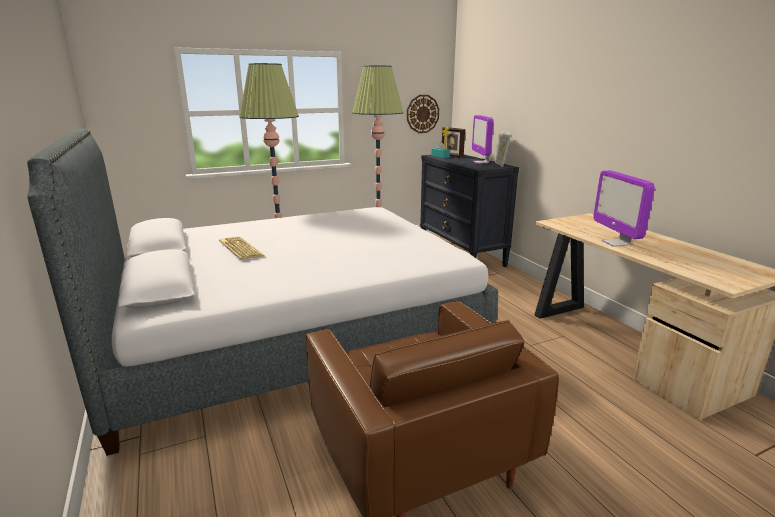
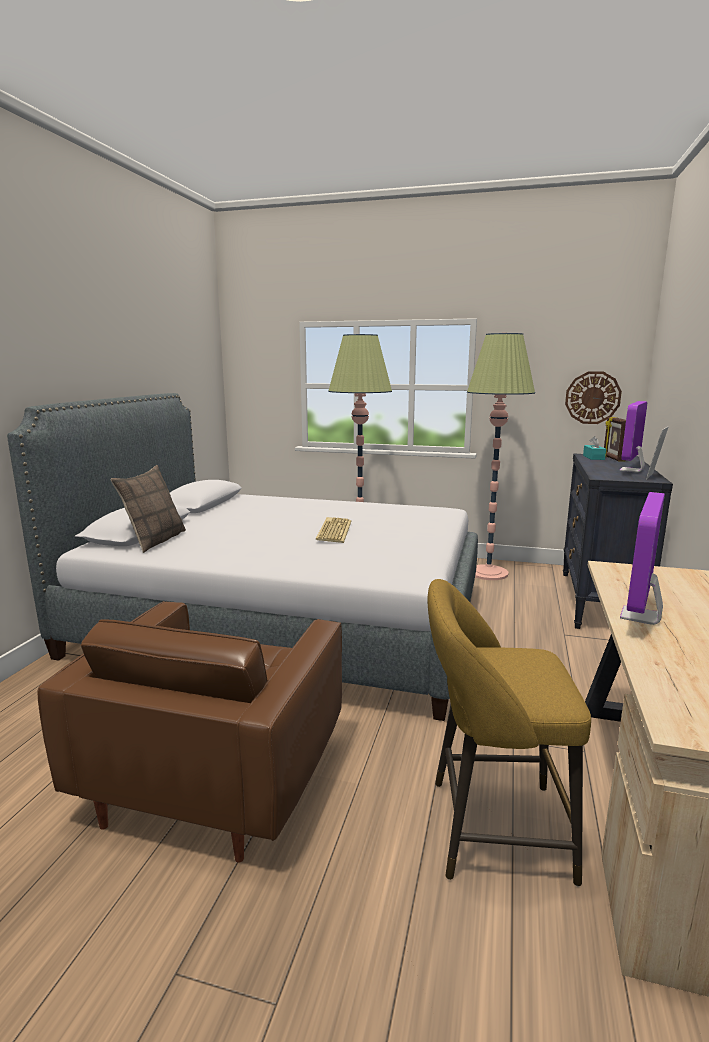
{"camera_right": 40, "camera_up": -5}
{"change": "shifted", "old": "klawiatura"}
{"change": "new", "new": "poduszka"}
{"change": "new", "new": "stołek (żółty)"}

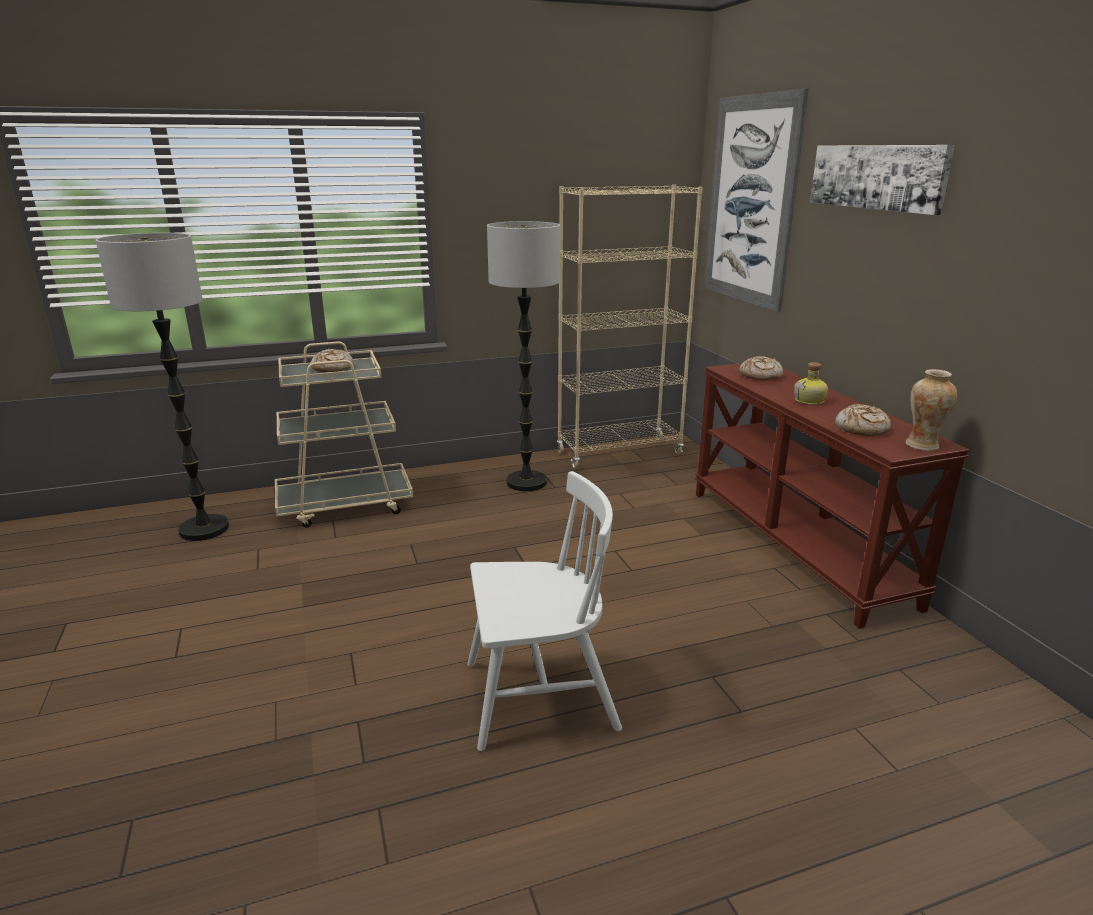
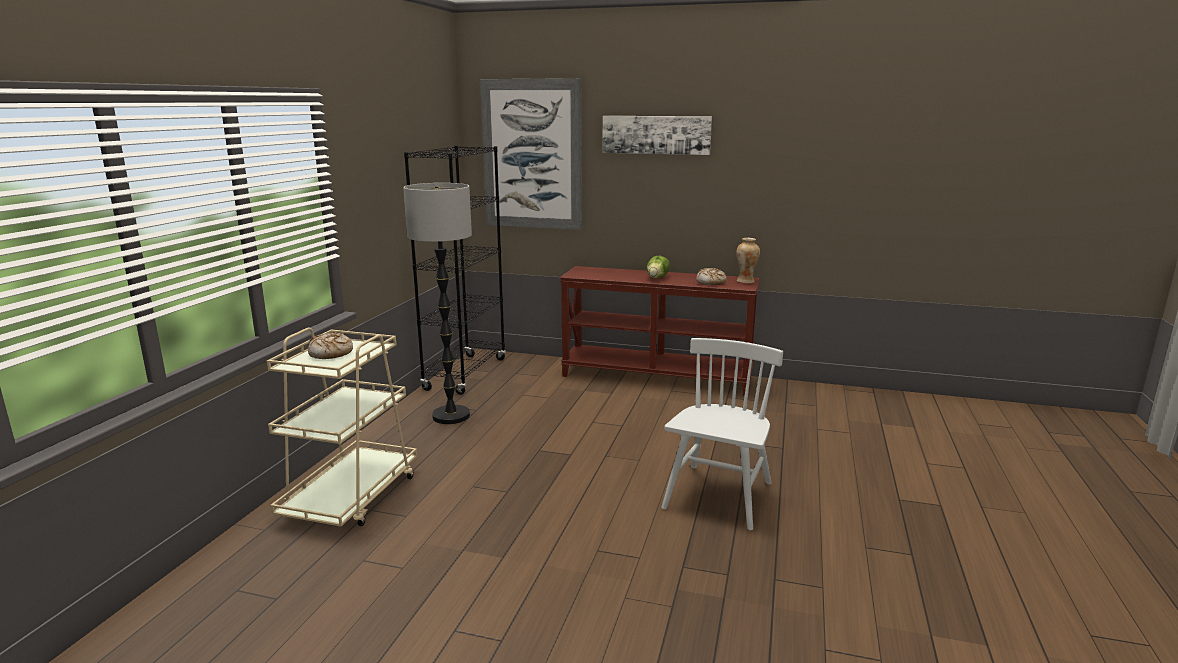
{"camera_right": -55, "camera_up": -5}
{"change": "gone", "old": "lampa stojąca (no. 1 from left)"}
{"change": "repainted", "old": "regał (beżowy)", "new": "regał (czarny)"}
{"change": "gone", "old": "chleb (no. 2 from left)"}
{"change": "swapped", "old": "butelka", "new": "sałata"}

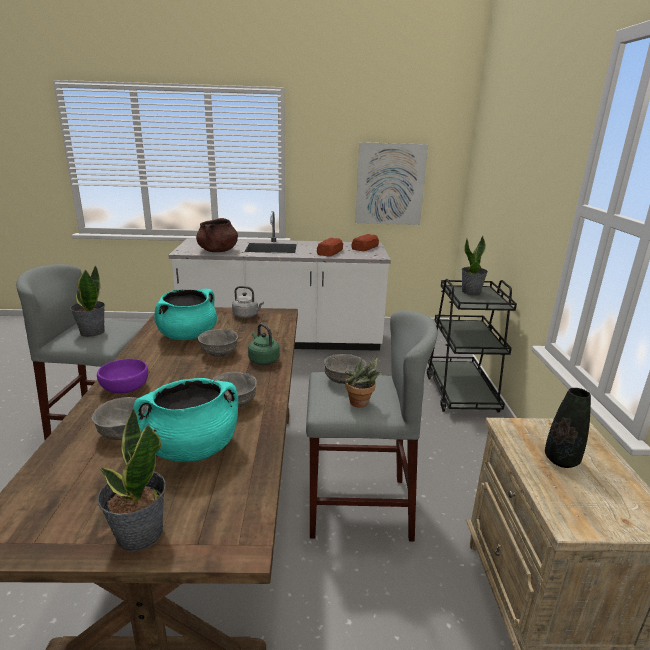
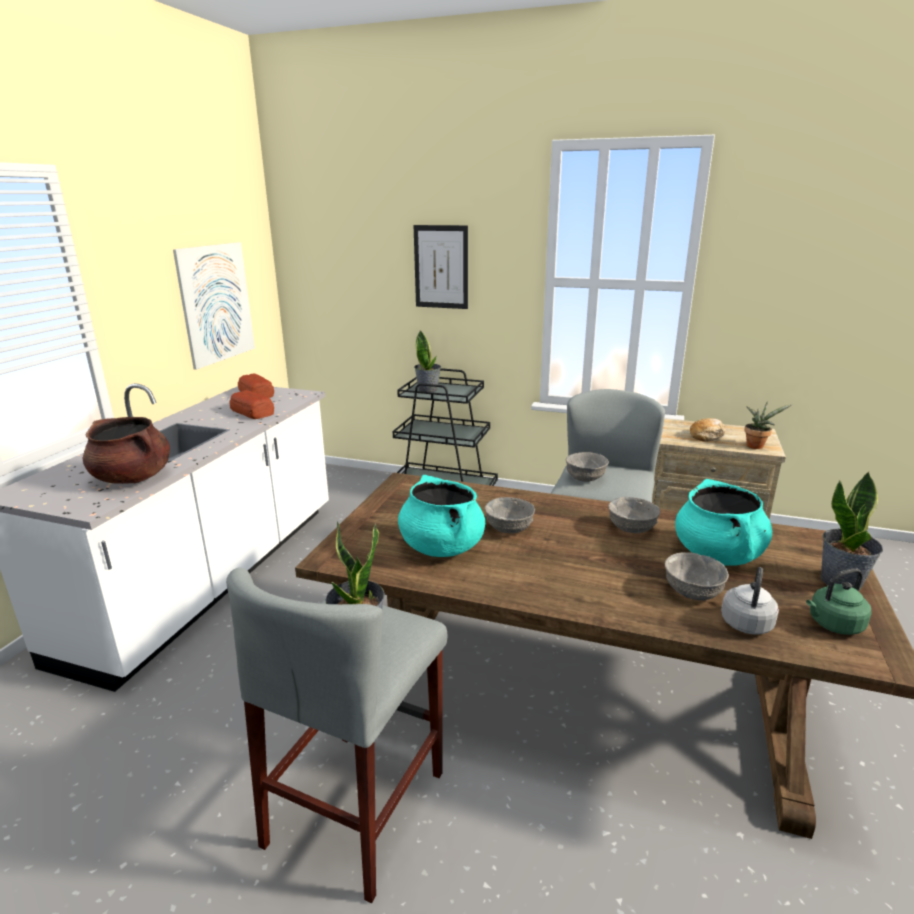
{"camera_right": -70, "camera_up": 0}
{"change": "gone", "old": "miska (fioletowy)"}
{"change": "shifted", "old": "czajnik (szary)"}
{"change": "shifted", "old": "czajnik (zielony)"}
{"change": "shifted", "old": "roślina doniczkowa (no. 3 from left)"}
{"change": "swapped", "old": "wazon (czarny)", "new": "chleb (no. 3 from left)"}
{"change": "new", "new": "obraz (no. 2 from left)"}

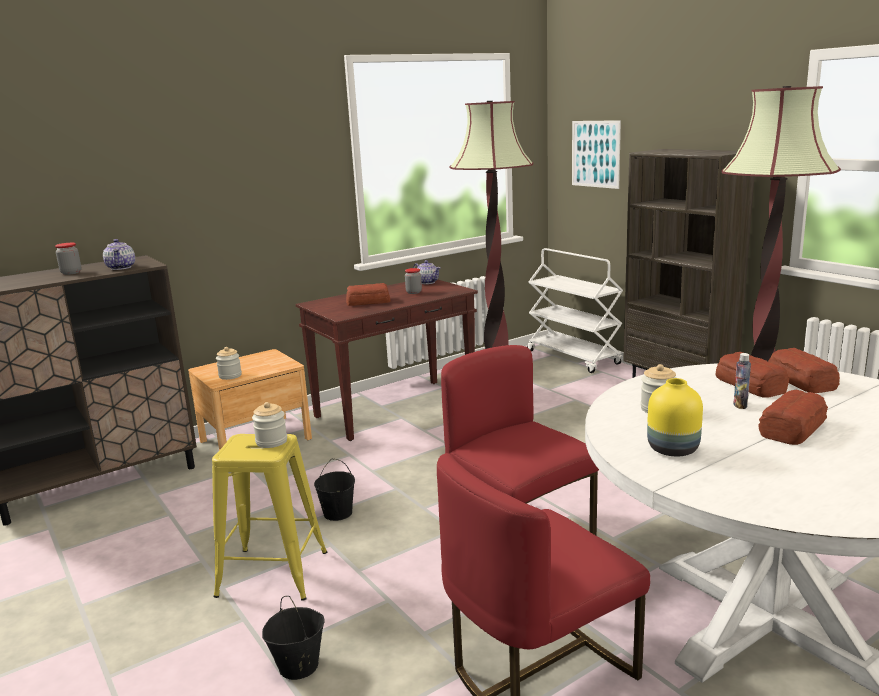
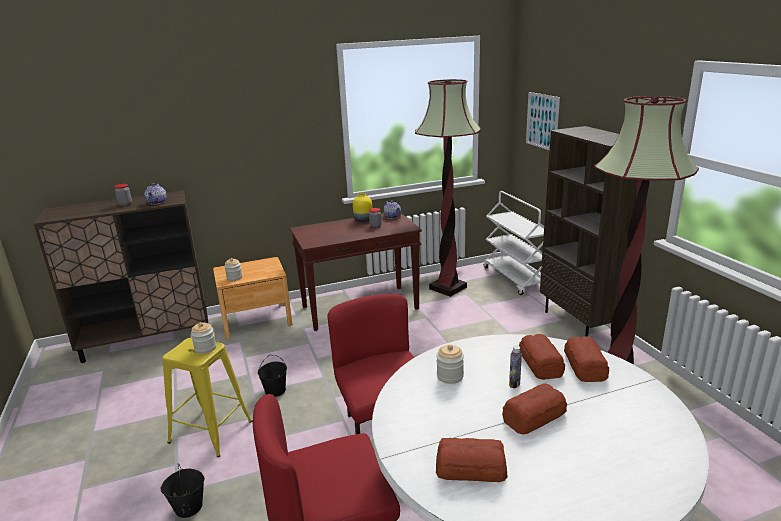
{"camera_right": 15, "camera_up": 5}
{"change": "shifted", "old": "chleb (no. 1 from left)"}
{"change": "shifted", "old": "wazon (żółty)"}

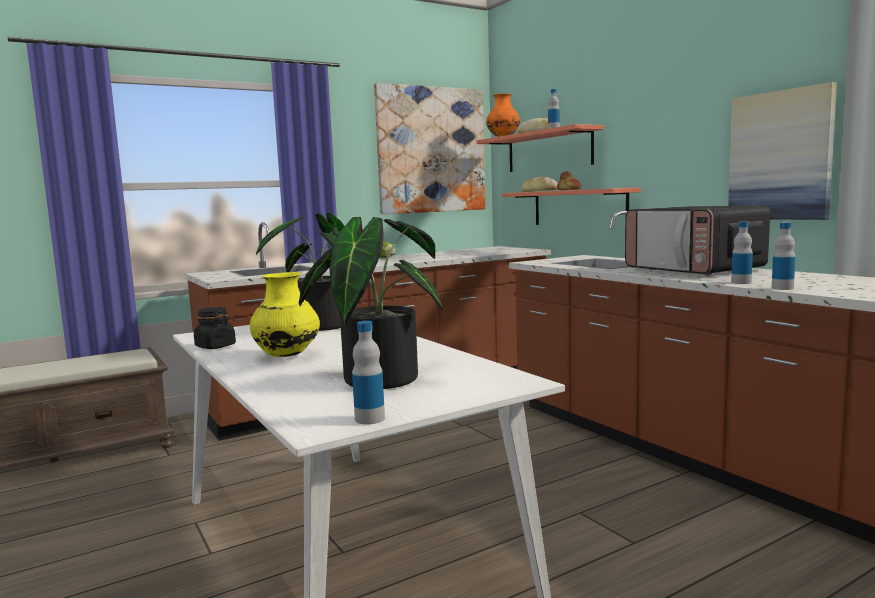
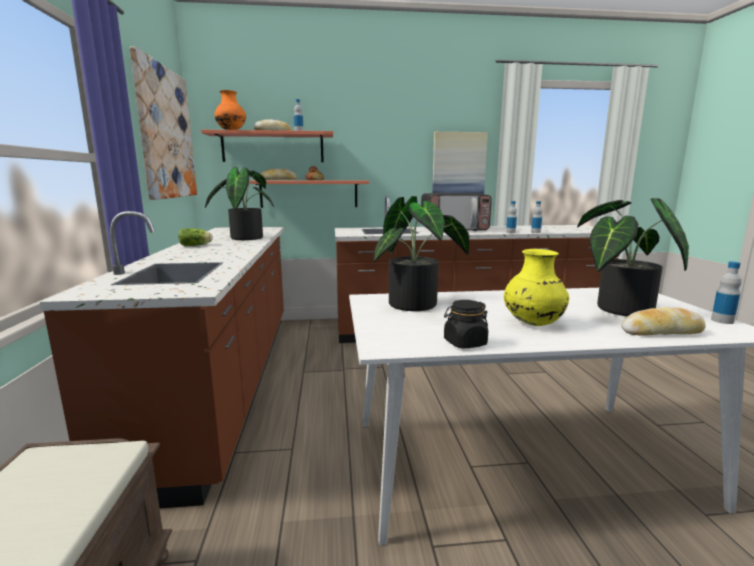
{"camera_right": -65, "camera_up": 5}
{"change": "new", "new": "roślina doniczkowa (no. 1 from left)"}
{"change": "new", "new": "chleb (no. 4 from left)"}

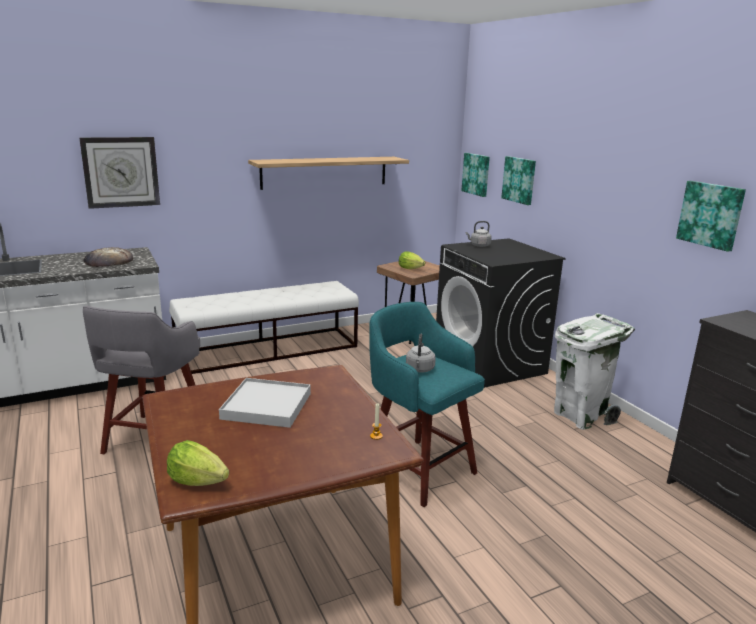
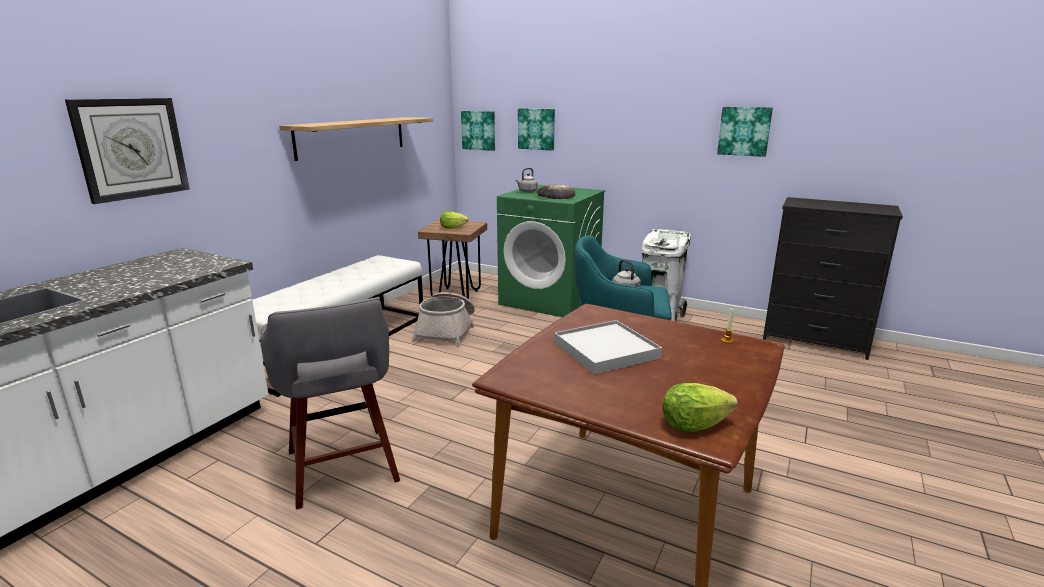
{"camera_right": -35, "camera_up": 0}
{"change": "shifted", "old": "chleb"}
{"change": "repainted", "old": "pralka (czarny)", "new": "pralka (zielony)"}
{"change": "new", "new": "koszyk"}

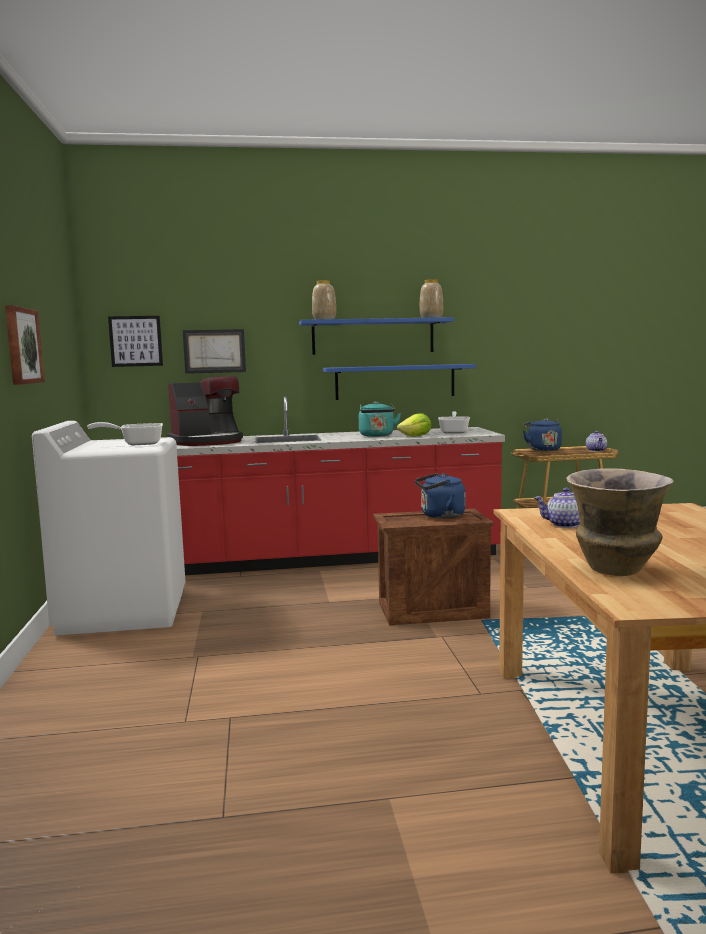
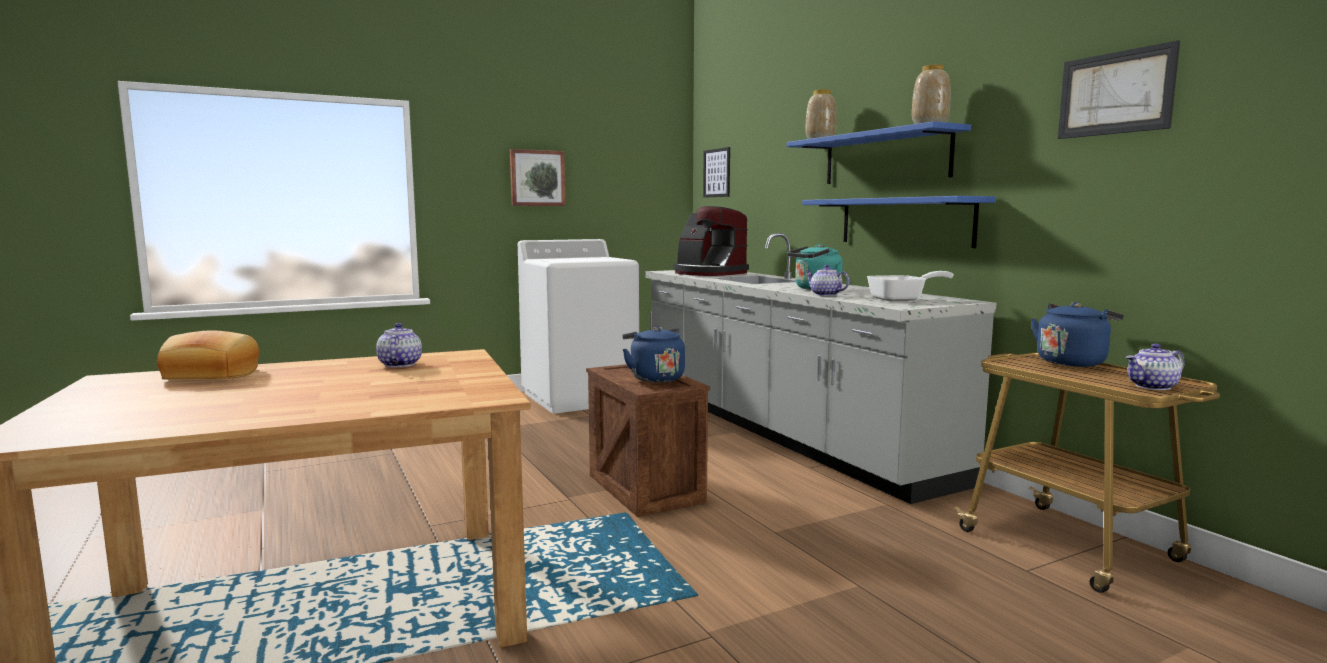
{"camera_right": 70, "camera_up": 0}
{"change": "gone", "old": "patelnia (no. 1 from left)"}
{"change": "repainted", "old": "zabudowa kuchenna (czerwony)", "new": "zabudowa kuchenna (szary)"}
{"change": "shifted", "old": "obraz (no. 3 from left)"}
{"change": "swapped", "old": "sałata", "new": "imbryk (no. 2 from left)"}
{"change": "swapped", "old": "wazon (no. 3 from left)", "new": "chleb"}

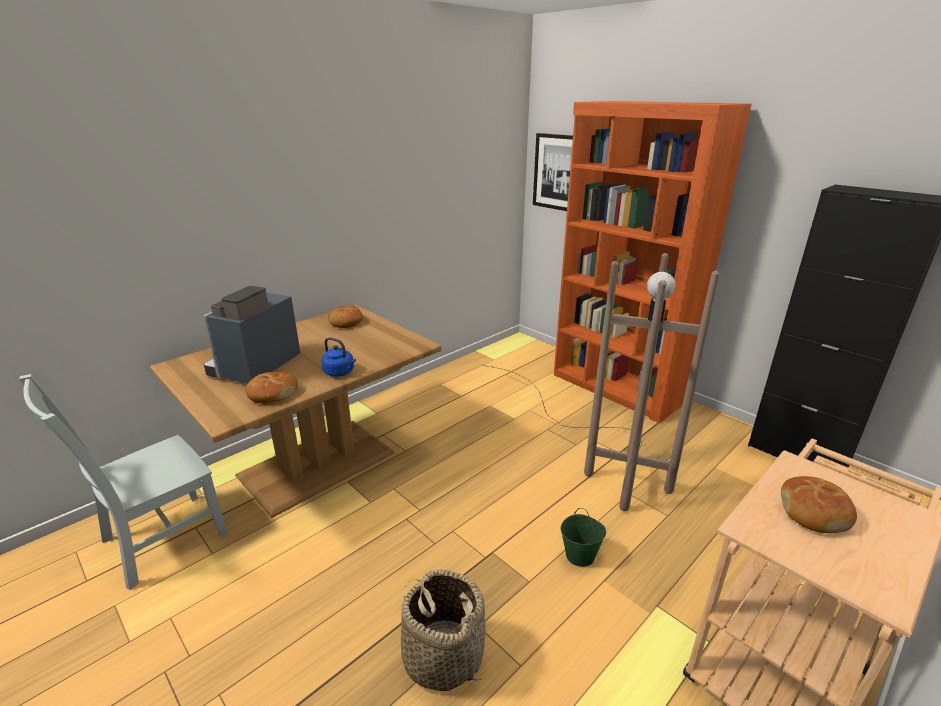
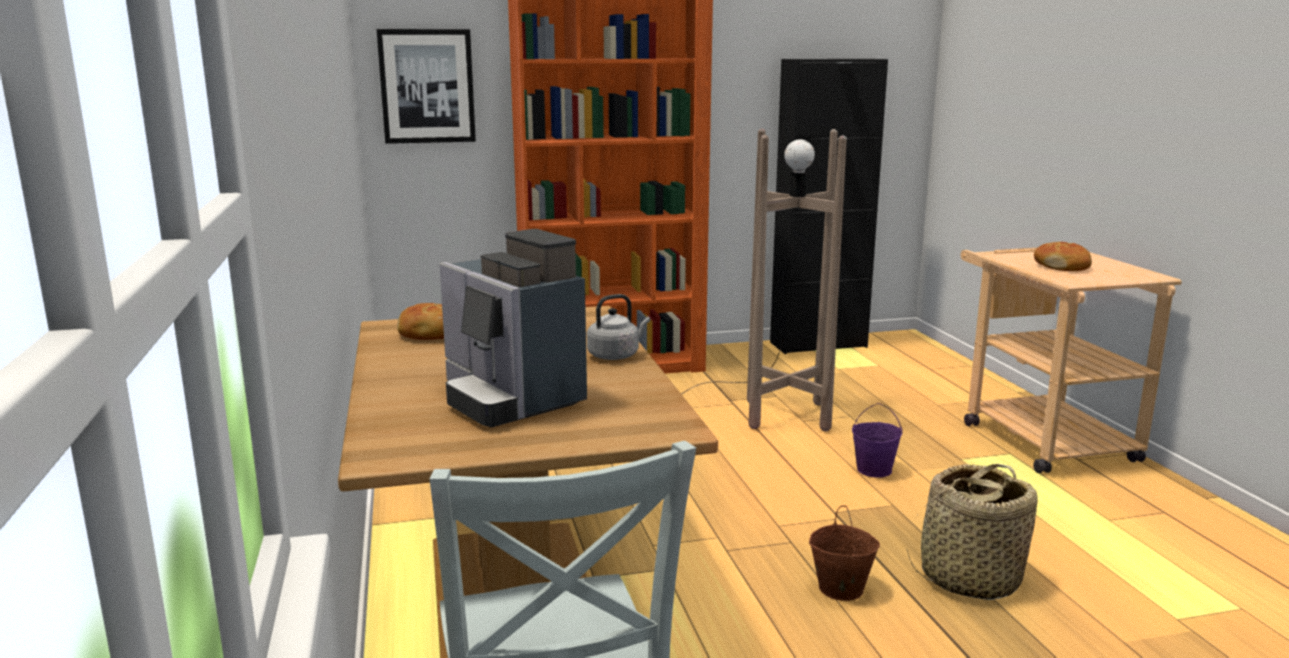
{"camera_right": -60, "camera_up": -10}
{"change": "gone", "old": "chleb (no. 1 from left)"}
{"change": "repainted", "old": "czajnik (niebieski)", "new": "czajnik (szary)"}
{"change": "repainted", "old": "wiadro (zielony)", "new": "wiadro (fioletowy)"}
{"change": "new", "new": "wiadro (brązowy)"}

